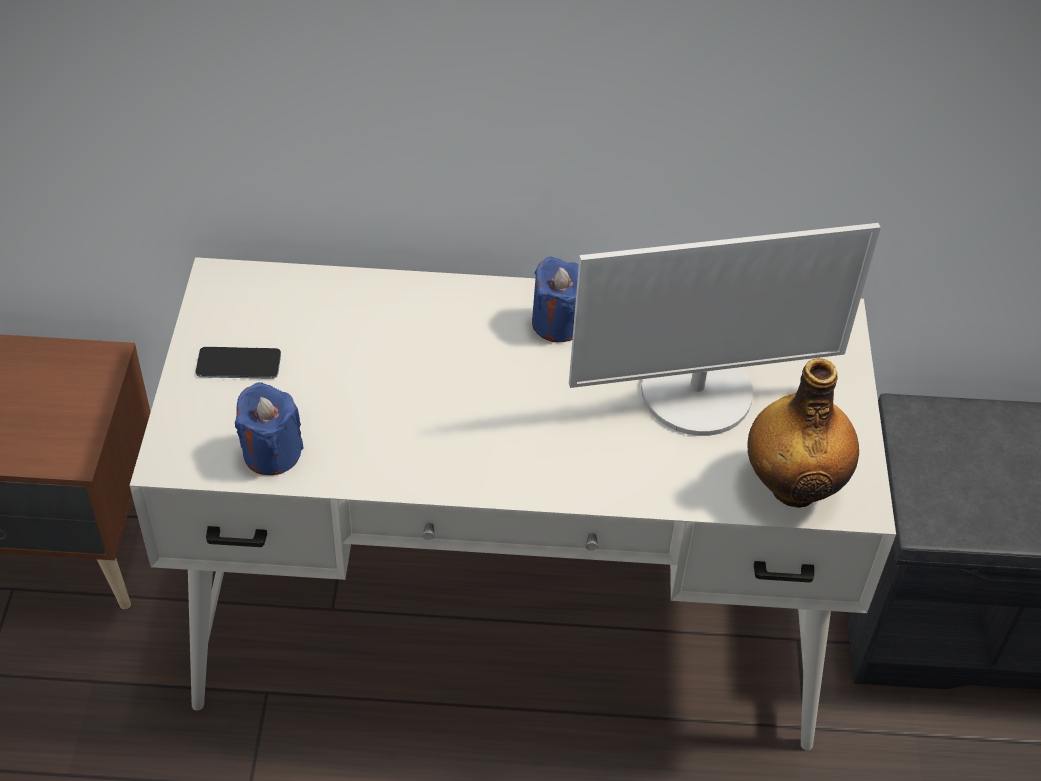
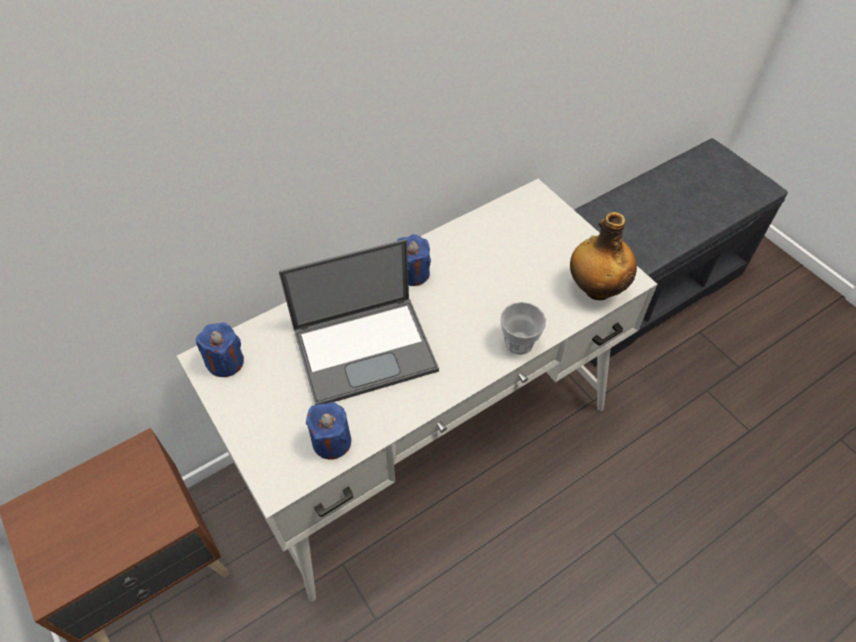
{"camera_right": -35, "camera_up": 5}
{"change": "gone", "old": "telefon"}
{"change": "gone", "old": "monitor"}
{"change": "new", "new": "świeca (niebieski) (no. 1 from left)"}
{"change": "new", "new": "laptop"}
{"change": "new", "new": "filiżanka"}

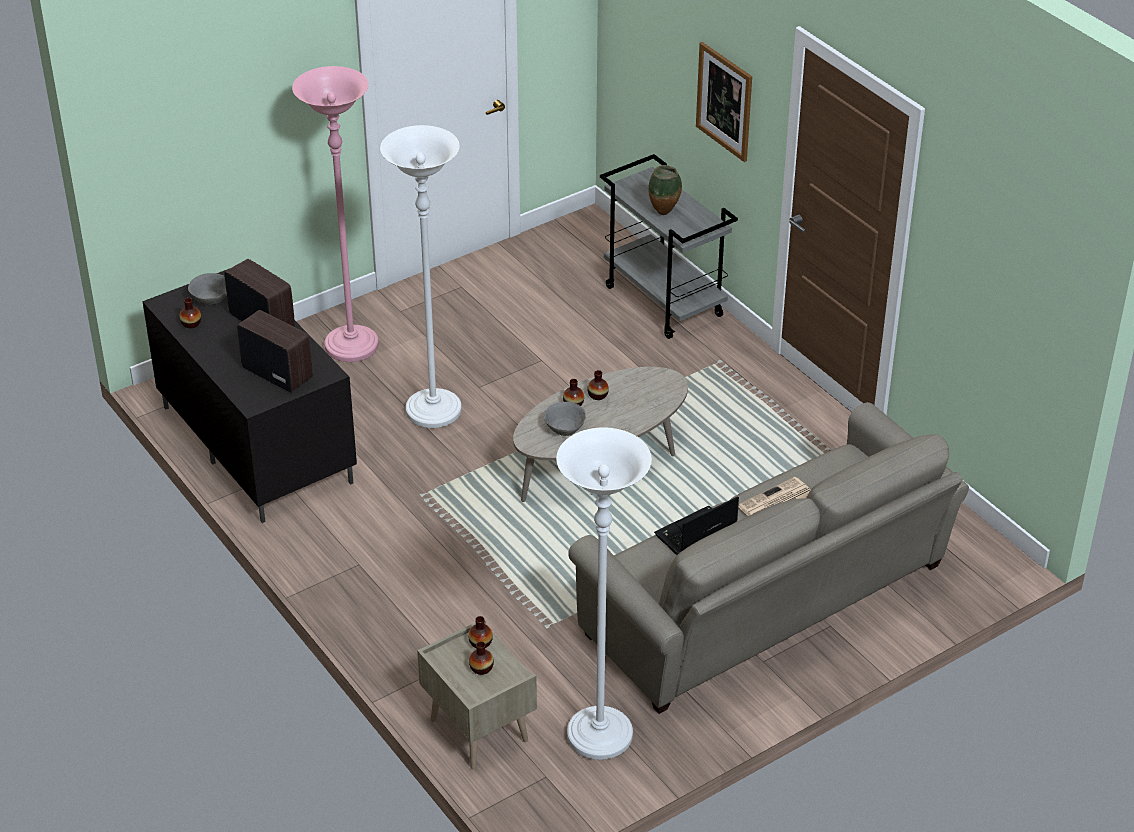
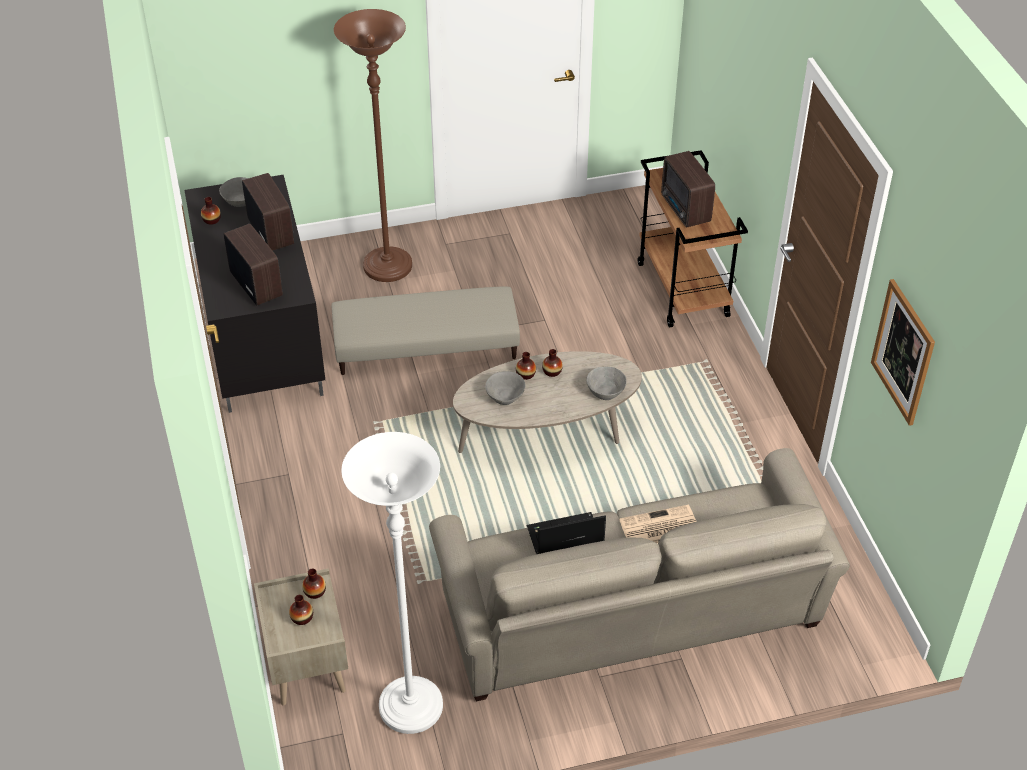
{"camera_right": 20, "camera_up": 5}
{"change": "repainted", "old": "lampa stojąca (różowy)", "new": "lampa stojąca (brązowy)"}
{"change": "swapped", "old": "lampa stojąca (biały) (no. 1 from left)", "new": "pufa (beżowy)"}
{"change": "repainted", "old": "wózek (szary)", "new": "wózek (brązowy)"}
{"change": "swapped", "old": "wazon (no. 6 from left)", "new": "radio (no. 3 from left)"}
{"change": "shifted", "old": "obraz"}
{"change": "new", "new": "miska (szary) (no. 3 from left)"}

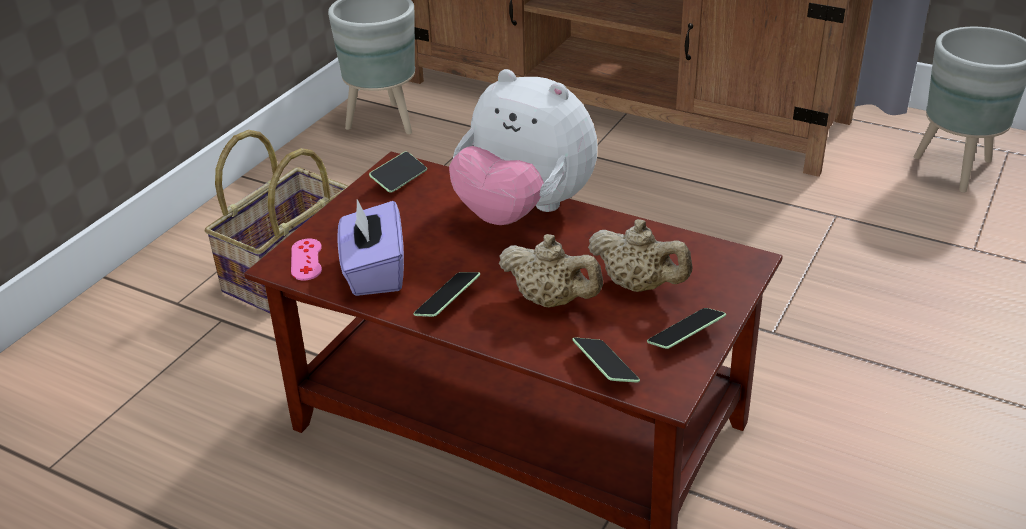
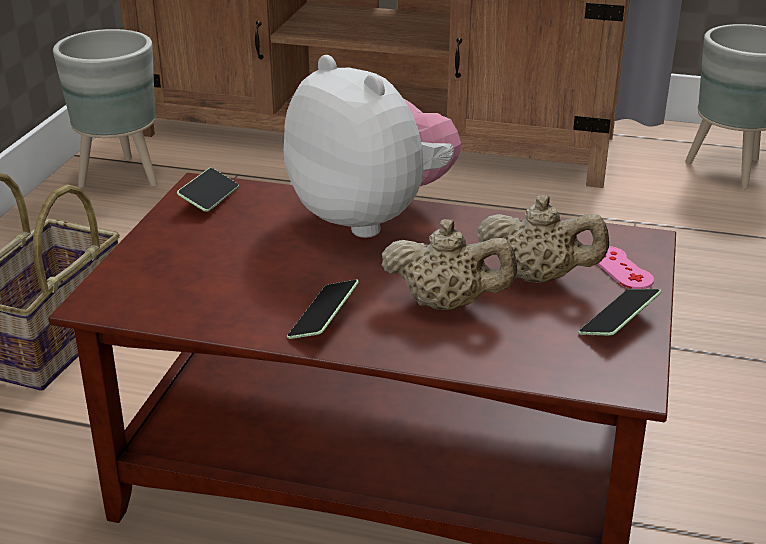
{"camera_right": -15, "camera_up": -5}
{"change": "shifted", "old": "pad do gier (różowy)"}
{"change": "gone", "old": "pudełko chusteczek (fioletowy)"}
{"change": "rotated", "old": "pluszak", "degrees": -150}
{"change": "gone", "old": "telefon (no. 3 from left)"}

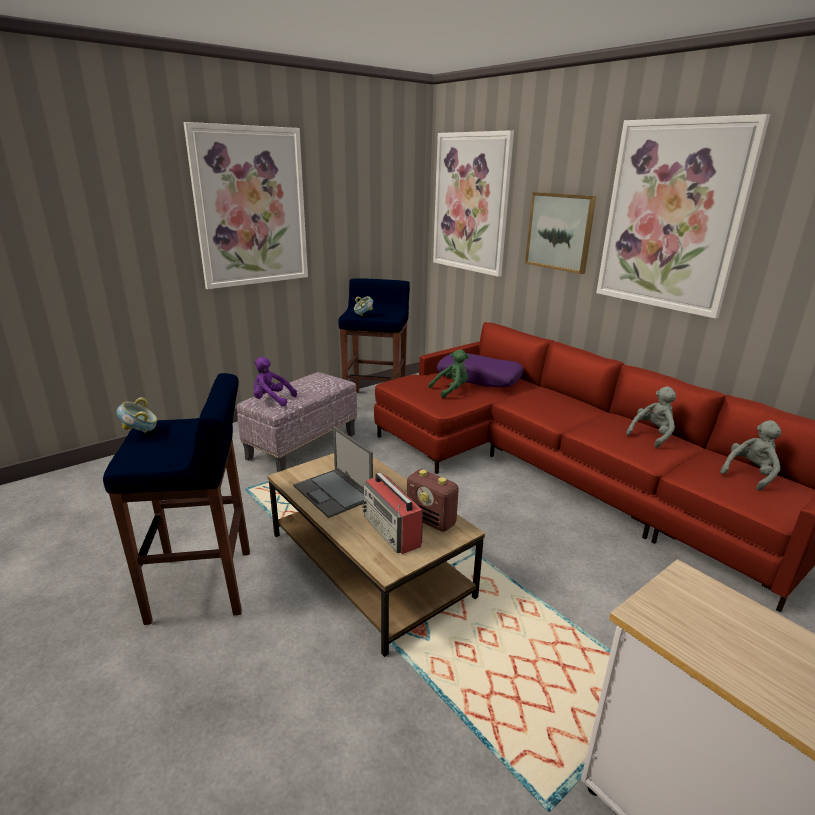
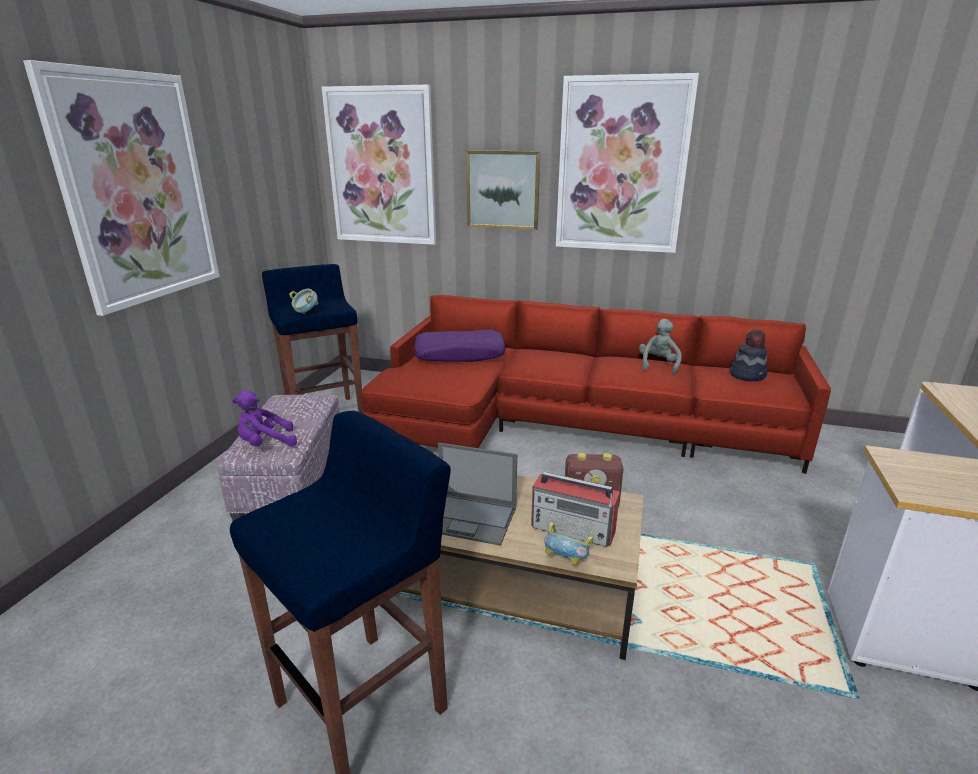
{"camera_right": -35, "camera_up": 0}
{"change": "shifted", "old": "miska (no. 1 from left in the first image)", "new": "miska (no. 2 from left)"}
{"change": "gone", "old": "pluszak (zielony)"}
{"change": "swapped", "old": "pluszak (szary) (no. 2 from left)", "new": "kapelusz"}

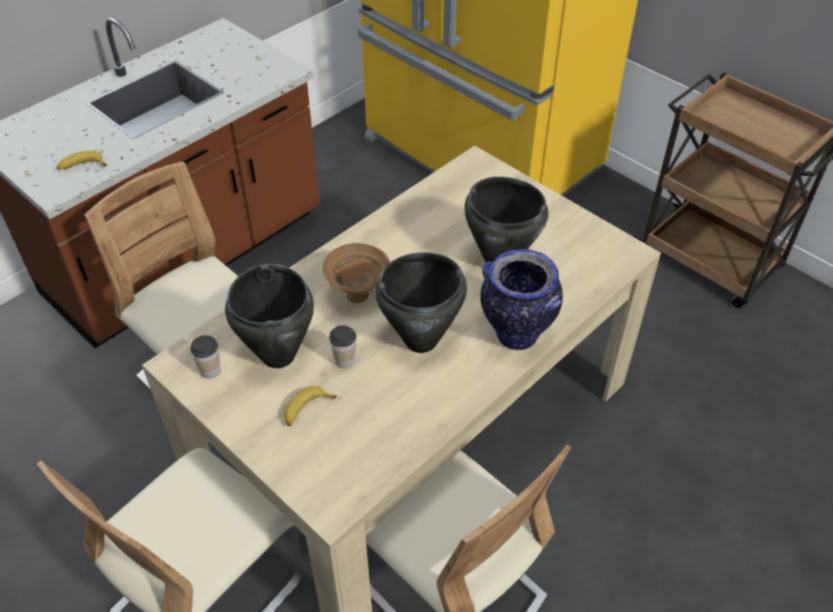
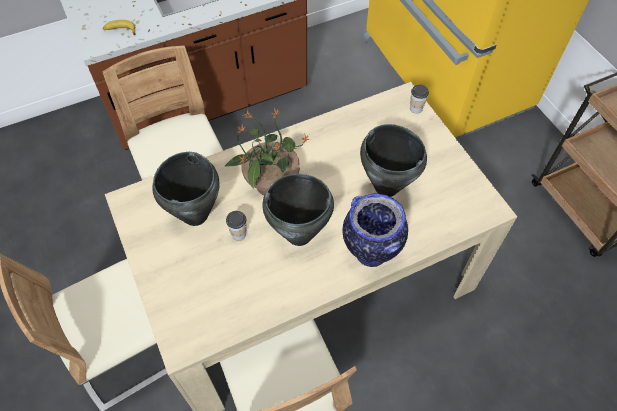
{"camera_right": 20, "camera_up": 10}
{"change": "shifted", "old": "filiżanka (no. 1 from left in the first image)", "new": "filiżanka (no. 2 from left)"}
{"change": "gone", "old": "banan (no. 2 from left)"}
{"change": "swapped", "old": "miska (brązowy)", "new": "roślina doniczkowa"}

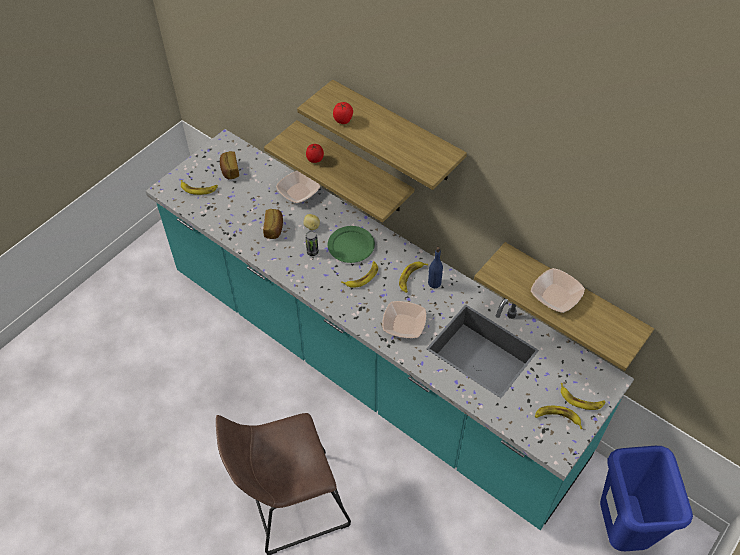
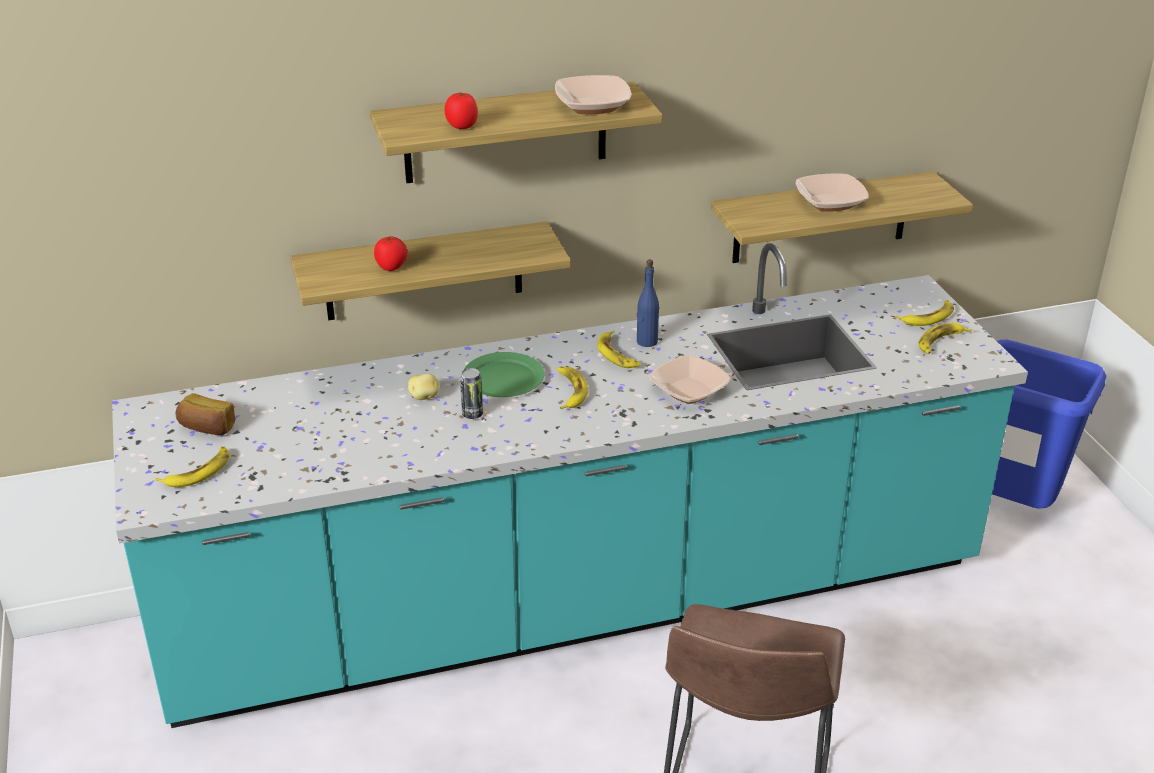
{"camera_right": -55, "camera_up": -20}
{"change": "gone", "old": "chleb (no. 2 from left)"}
{"change": "shifted", "old": "miska (no. 1 from left)"}

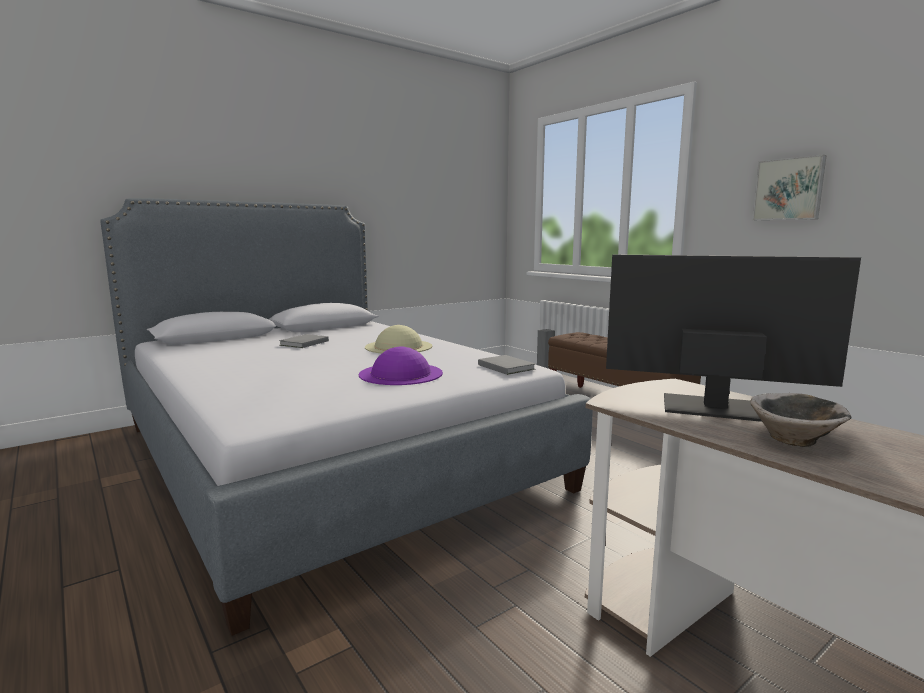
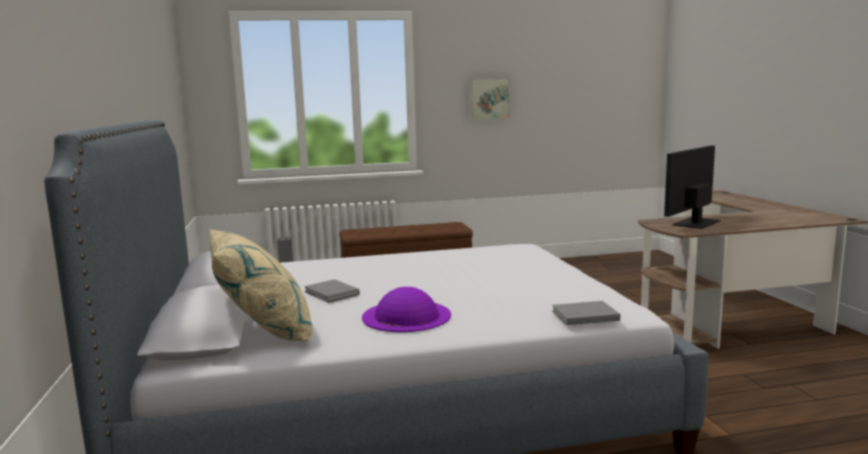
{"camera_right": -65, "camera_up": 0}
{"change": "shifted", "old": "kapelusz (fioletowy)"}
{"change": "gone", "old": "kapelusz (beżowy)"}
{"change": "shifted", "old": "książka (szary) (no. 2 from left)"}
{"change": "gone", "old": "miska"}
{"change": "new", "new": "poduszka (beżowy)"}

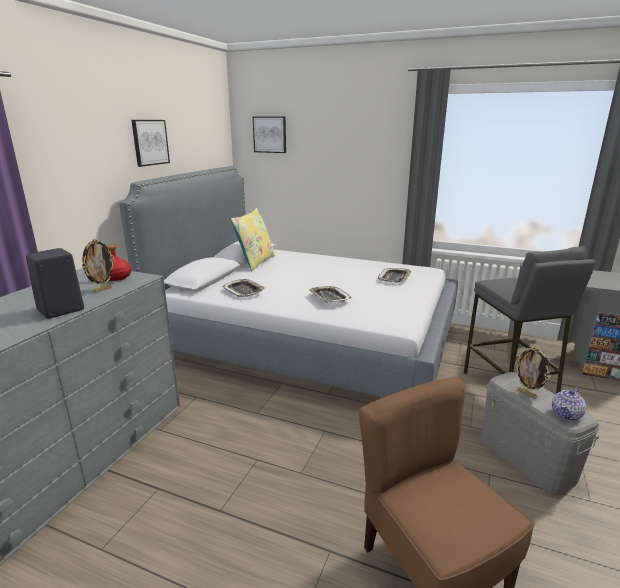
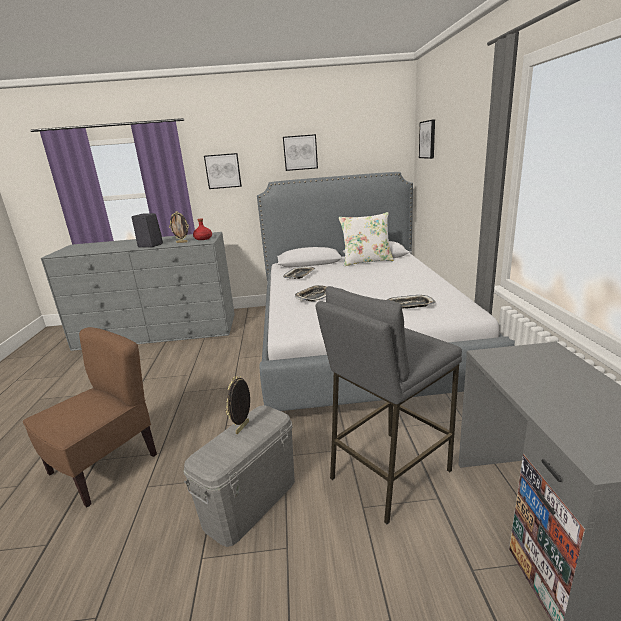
{"camera_right": 65, "camera_up": 0}
{"change": "repainted", "old": "poduszka (żółty)", "new": "poduszka (biały)"}
{"change": "gone", "old": "imbryk"}
{"change": "new", "new": "obraz (no. 1 from left)"}

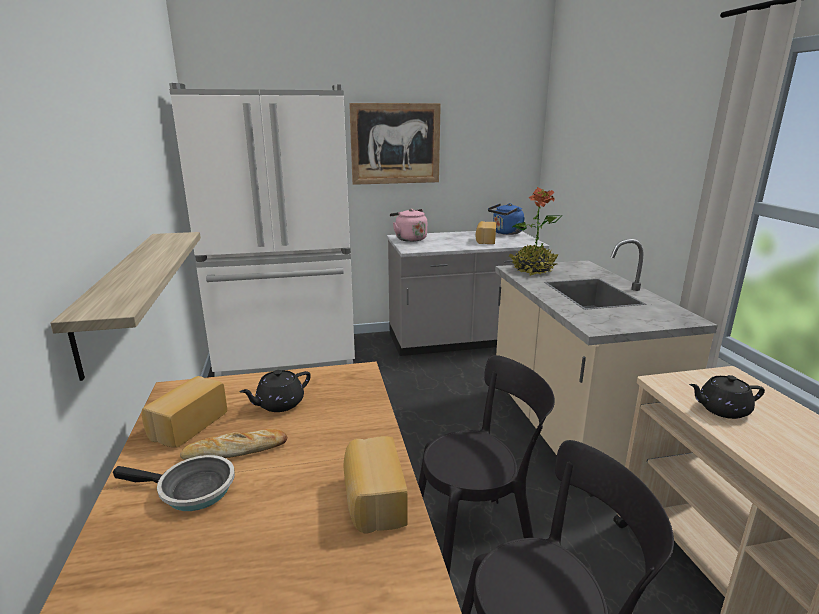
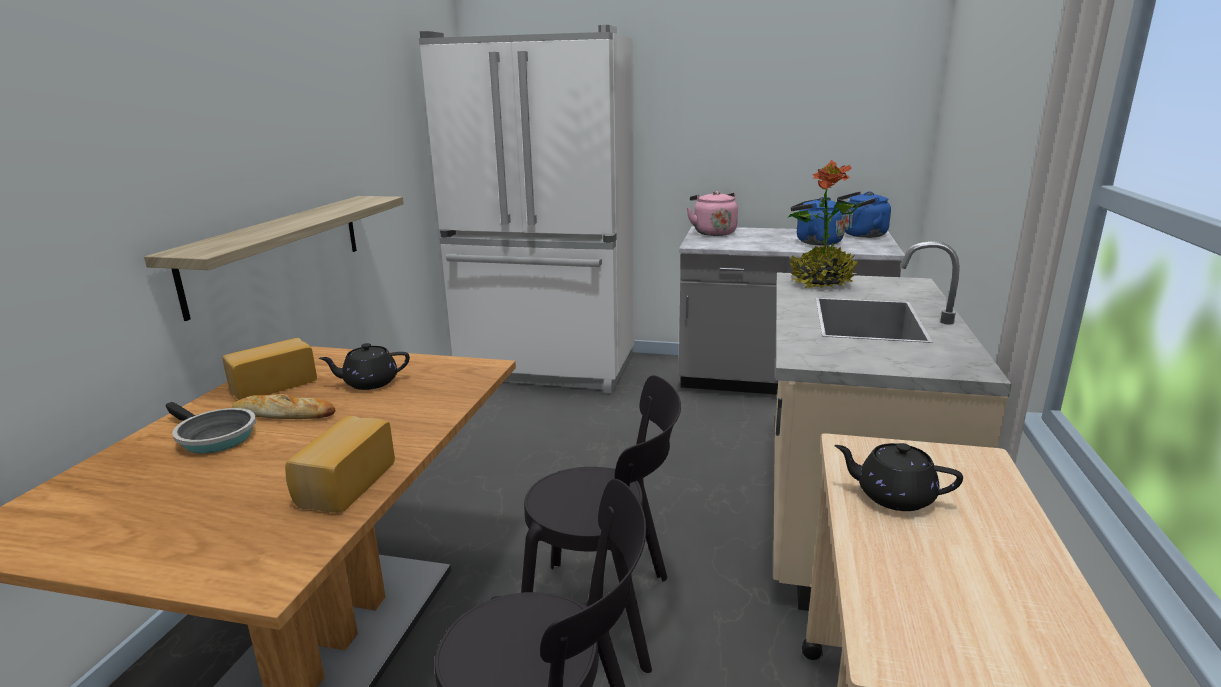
{"camera_right": 25, "camera_up": 0}
{"change": "gone", "old": "obraz"}
{"change": "swapped", "old": "chleb (no. 4 from left)", "new": "czajnik (niebieski) (no. 1 from left)"}

